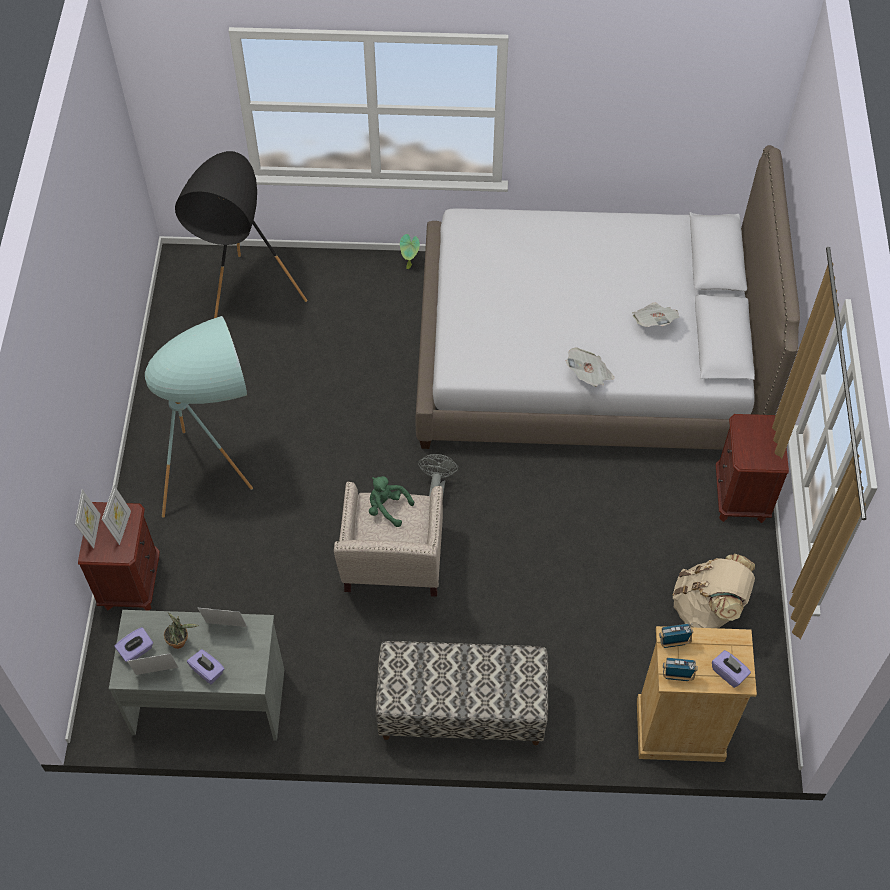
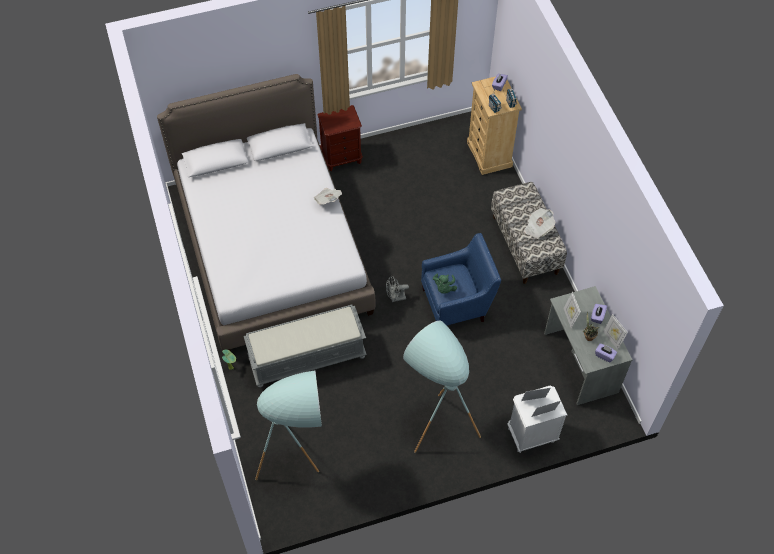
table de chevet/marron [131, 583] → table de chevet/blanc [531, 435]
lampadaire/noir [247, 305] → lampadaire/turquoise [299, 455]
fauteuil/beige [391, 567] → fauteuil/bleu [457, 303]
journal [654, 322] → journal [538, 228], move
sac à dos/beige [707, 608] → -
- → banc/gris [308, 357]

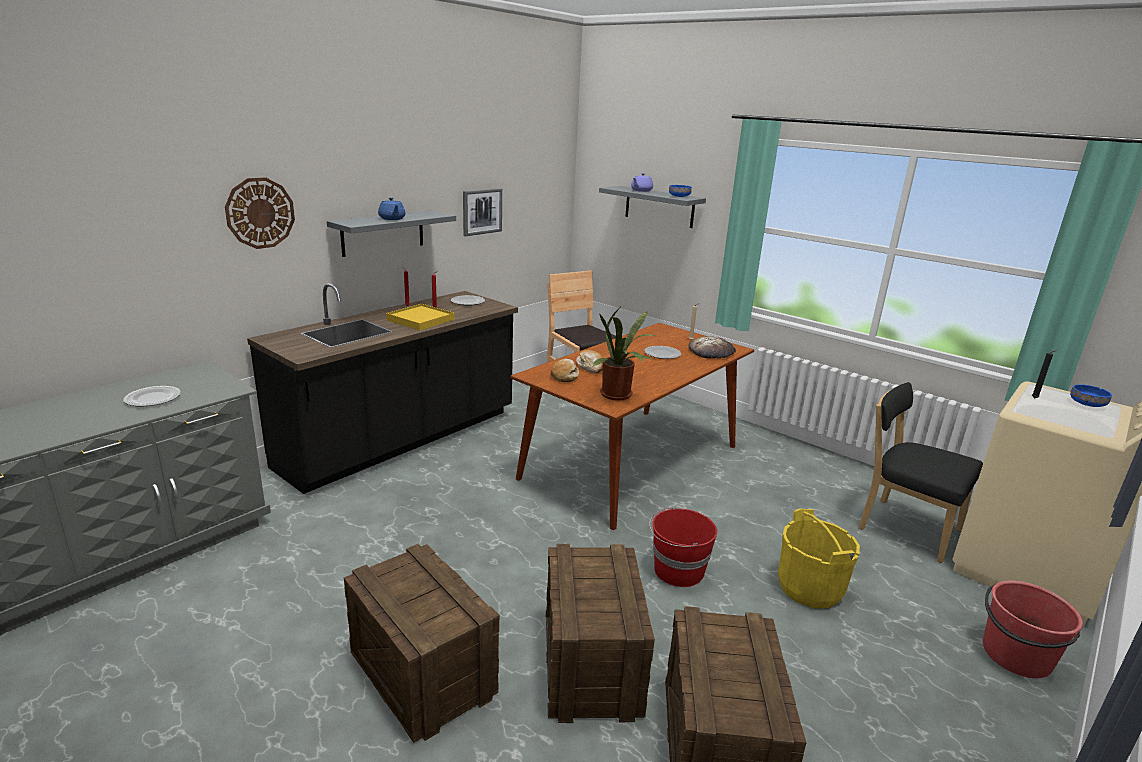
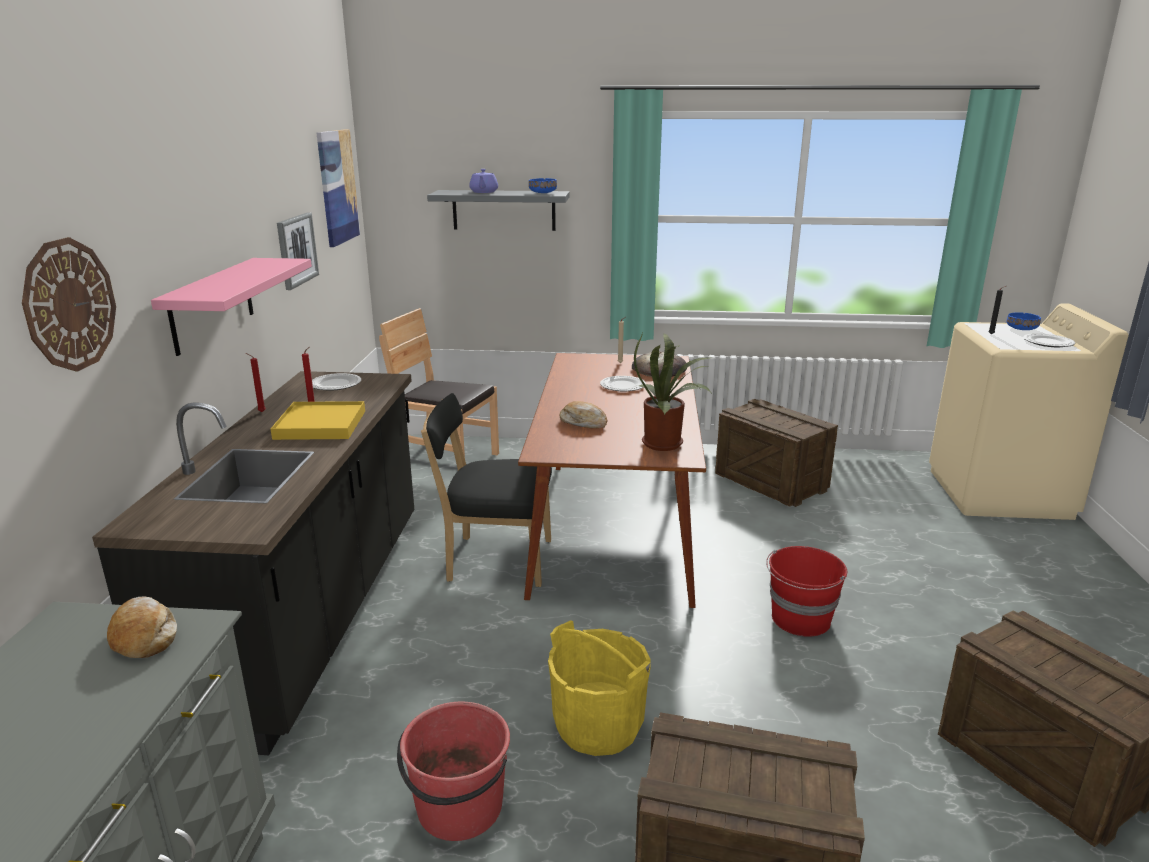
assiette [153, 398] → assiette [1048, 342], move
étagère/gris [383, 233] → étagère/rose [212, 305]
théière/bleu [392, 219] → -
caisse [591, 665] → caisse [771, 482], move
pain [564, 376] → pain [144, 636], move
seau/jaune [810, 588] → seau/jaune [598, 725], move
chaise/noir [904, 527] → chaise/noir [494, 560], move
seau/rouge [1015, 656] → seau/rouge [459, 808], move
- → tableau [337, 187]

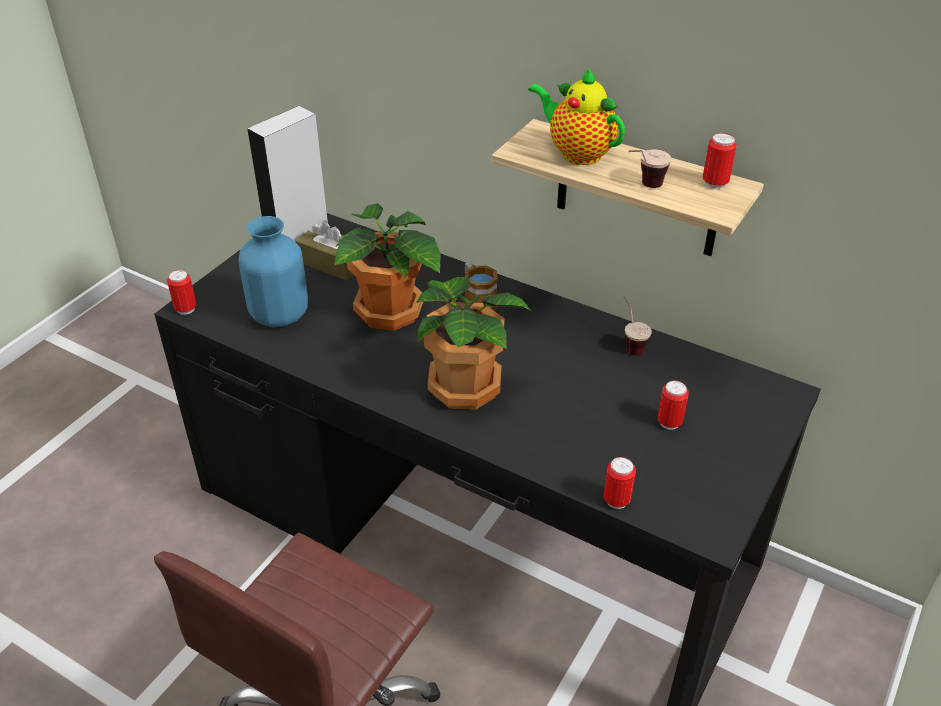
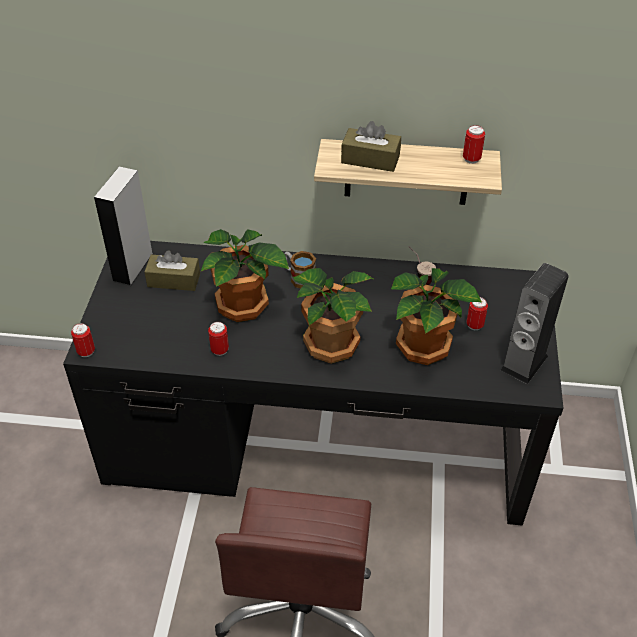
vase/bleu [279, 316] → -
théière [577, 153] → boîte à mouchoirs/marron [370, 159]
boîte métallique [616, 500] → boîte métallique [219, 350], move
tasse [643, 187] → -
- → plante en pot [425, 347]
- → enceinte [524, 363]

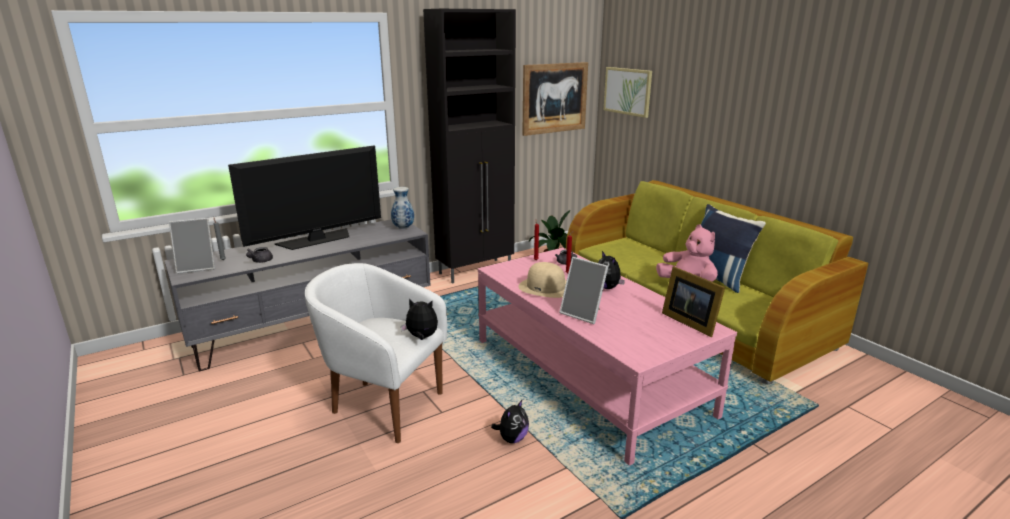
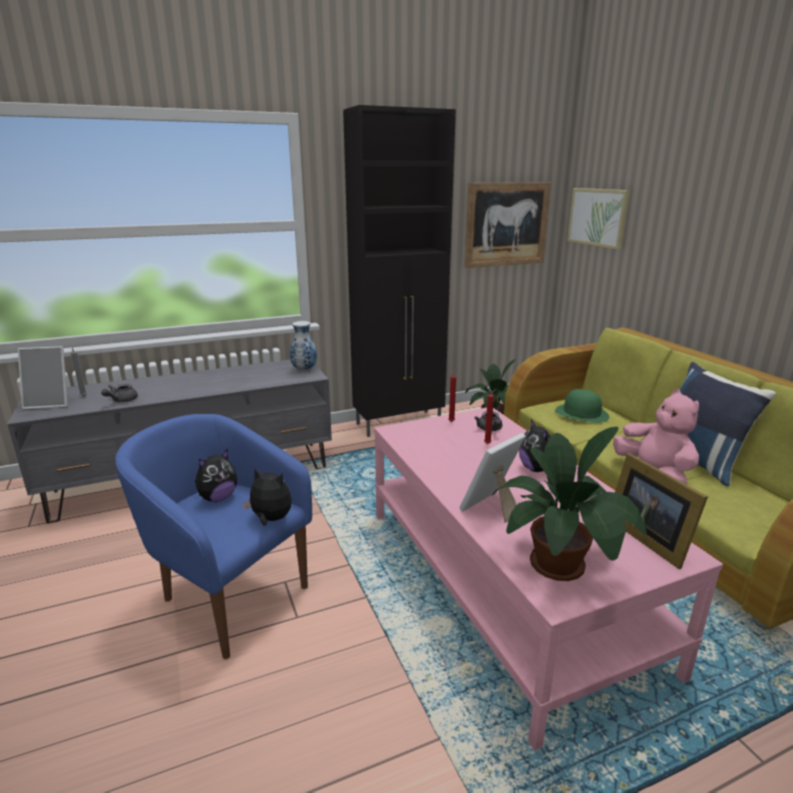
téléviseur [317, 240] → -
fauteuil/blanc [383, 406] → fauteuil/bleu [228, 597]
peluche [512, 438] → peluche [218, 497], move
chapeau/beige [546, 287] → -
cadre photo [583, 314] → cadre photo [492, 508], 90 degrees clockwise
- → plante en pot [562, 564]
- → chapeau/vert [581, 413]

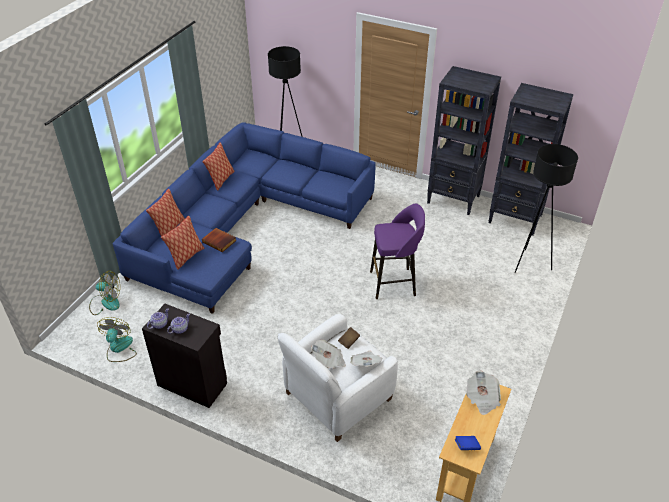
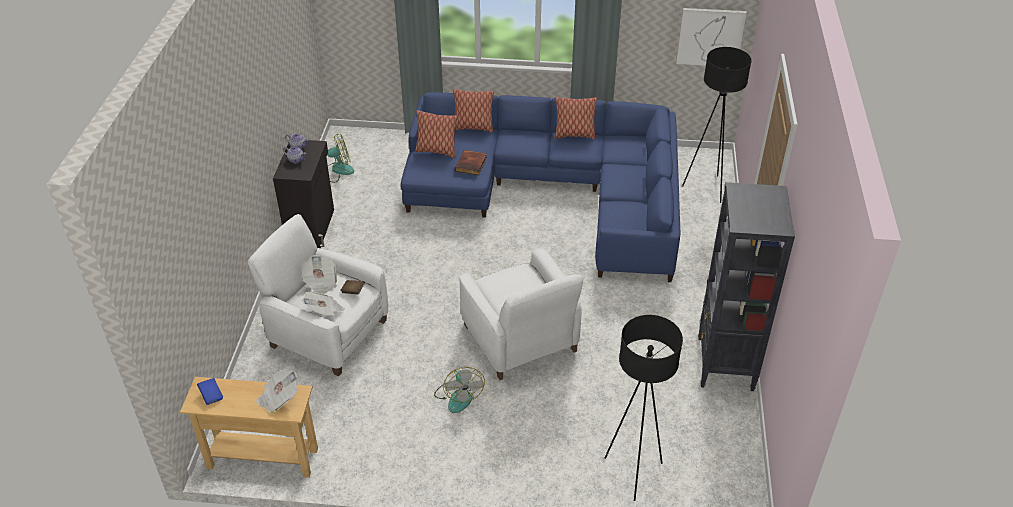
ventilateur [106, 302] → ventilateur [458, 396], move
tabouret/violet [394, 283] → fauteuil/blanc [520, 339]
bibliothèque/noir [515, 219] → -
- → tableau [710, 37]

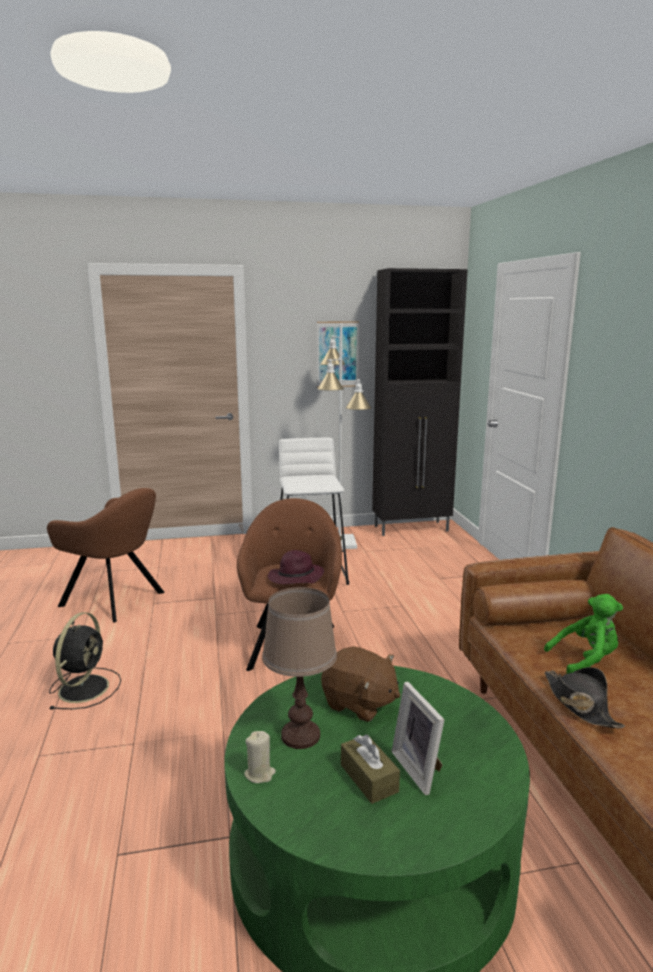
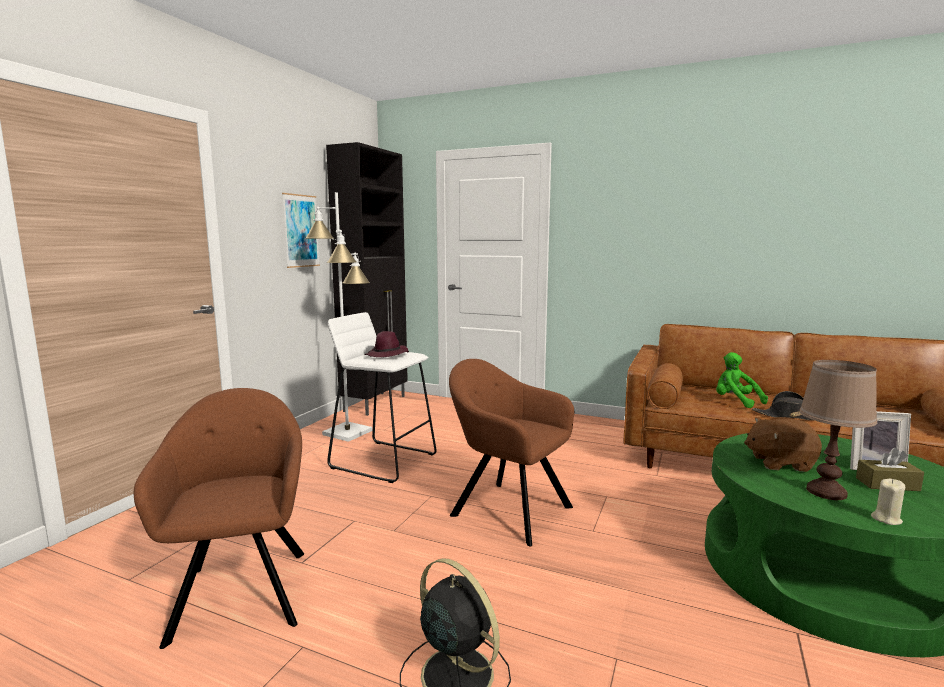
fauteuil/marron [115, 600] → fauteuil/marron [242, 589], 75 degrees counterclockwise
chapeau/violet [295, 578] → chapeau/violet [387, 355], move
peluche/marron [359, 703] → peluche/marron [779, 463], 150 degrees counterclockwise
peluche/vert [585, 661] → peluche/vert [735, 401], 60 degrees counterclockwise

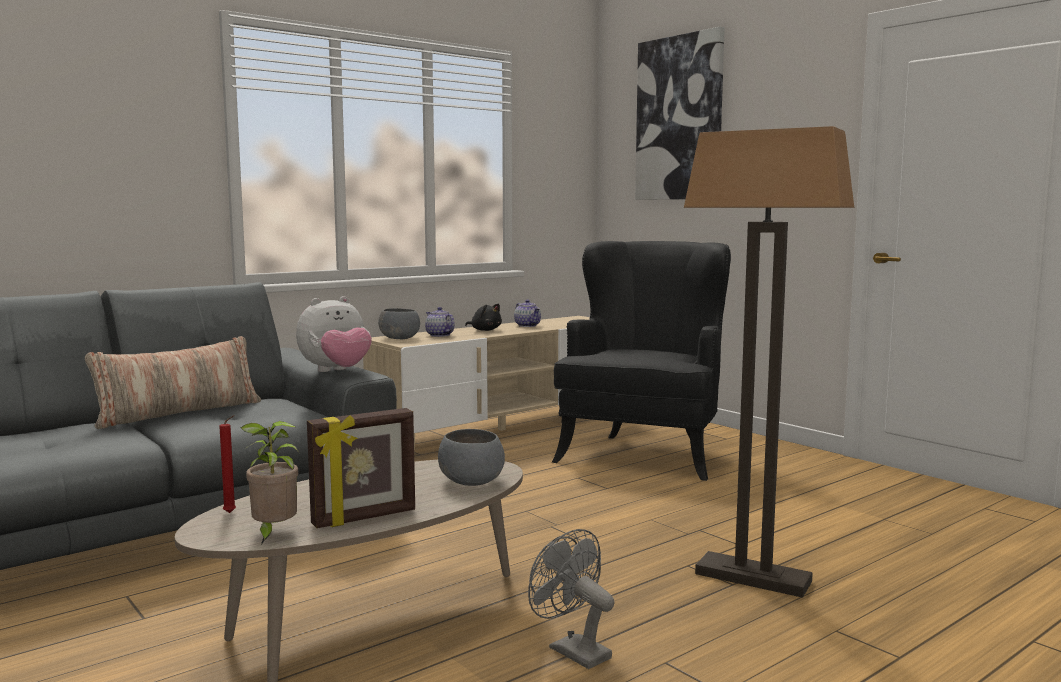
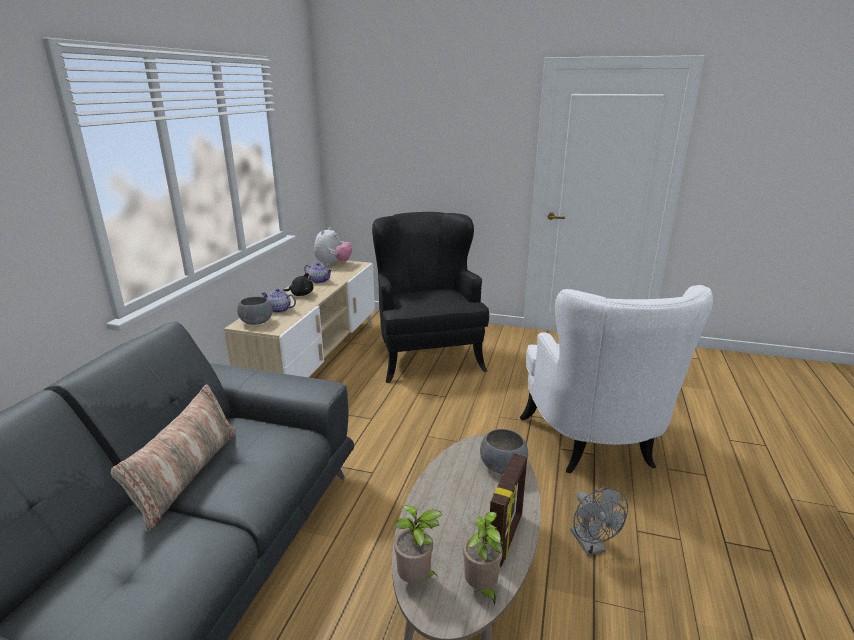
bougie/rouge [231, 513] → plante en pot [416, 580]
peluche [336, 371] → peluche [333, 264], move
ventilateur/gris [572, 650] → ventilateur/gris [591, 546], 120 degrees counterclockwise
tableau [679, 118] → -
lampadaire [751, 578] → fauteuil/blanc [596, 445]

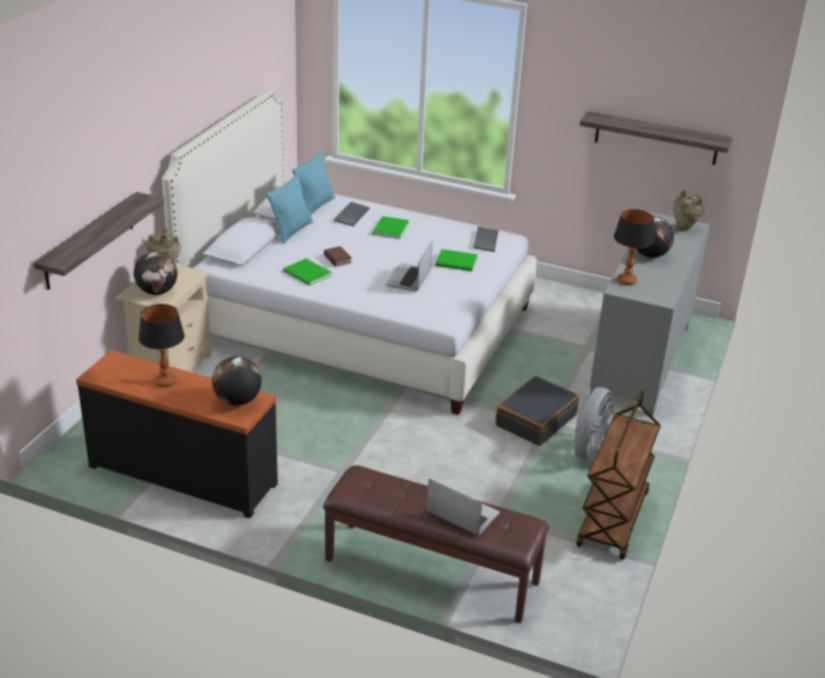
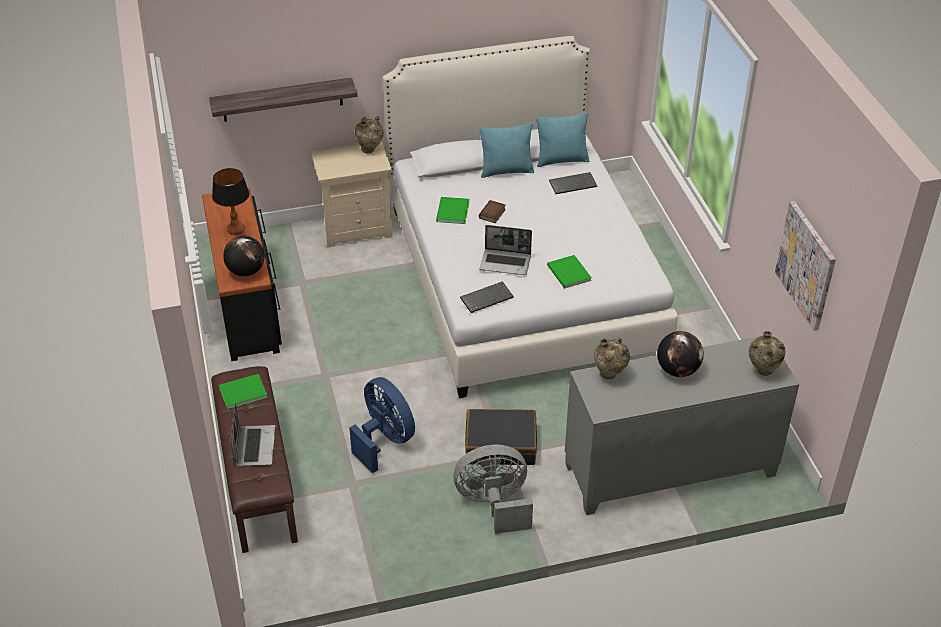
globe [157, 292] → -
livre/vert [389, 229] → livre/vert [241, 392], move
ordinateur portable [409, 279] → ordinateur portable [506, 263], 150 degrees counterclockwise
clavier [485, 240] → clavier [487, 297], move
chariot/marron [613, 520] → -
étagère [656, 138] → tableau [806, 265]
lampe de table [626, 281] → vase/beige [609, 375]
- → ventilateur/bleu [384, 440]

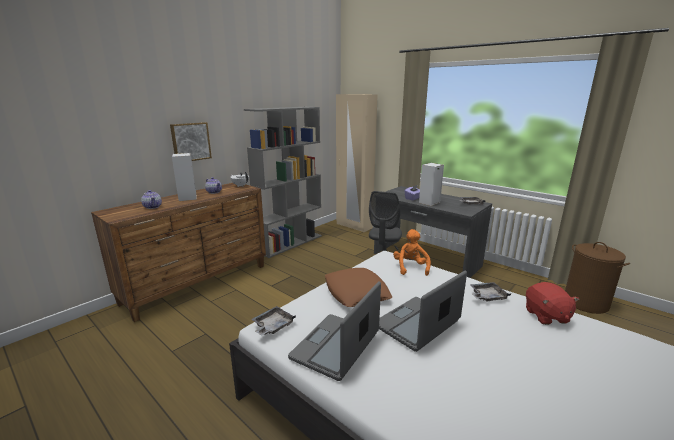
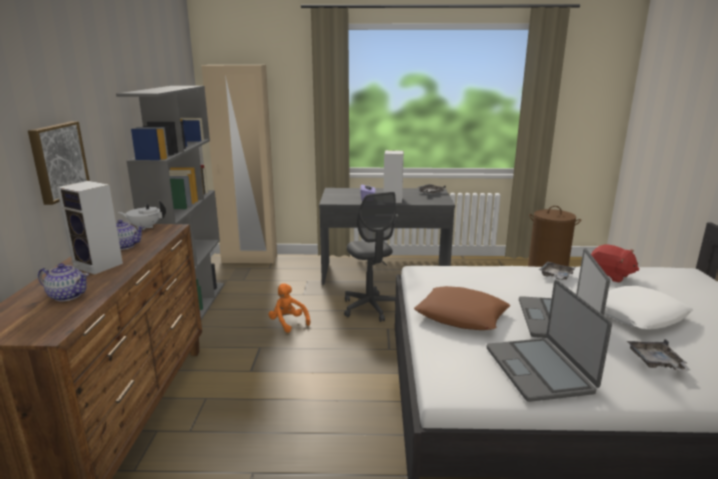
plateau/gris [272, 326] → plateau/gris [655, 362], move
peluche/orange [410, 267] → peluche/orange [288, 323], move
- → coussin/blanc [638, 315]

